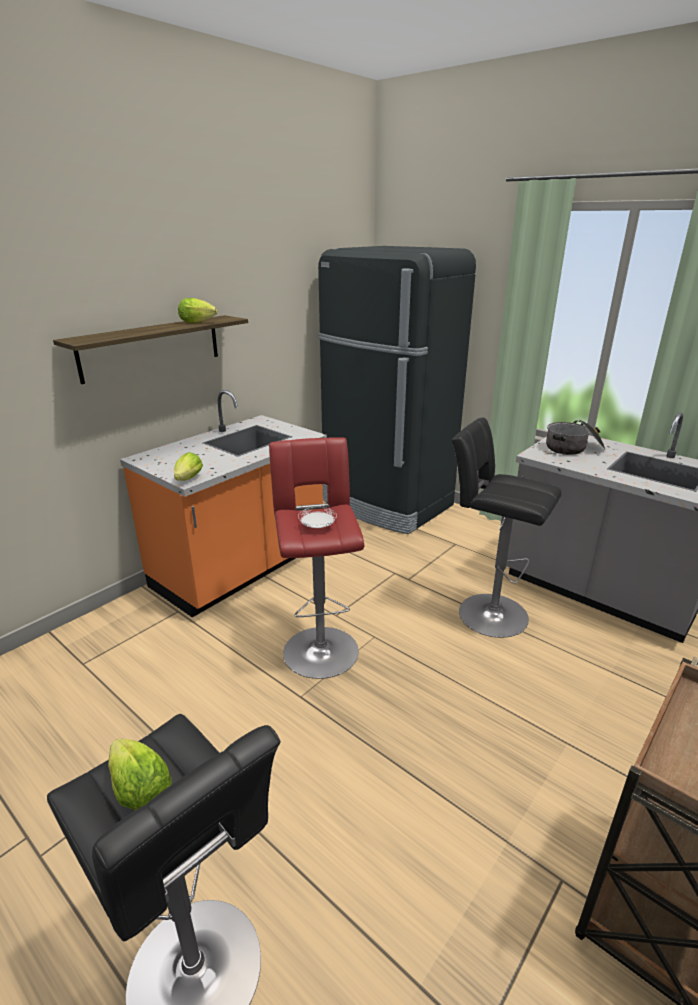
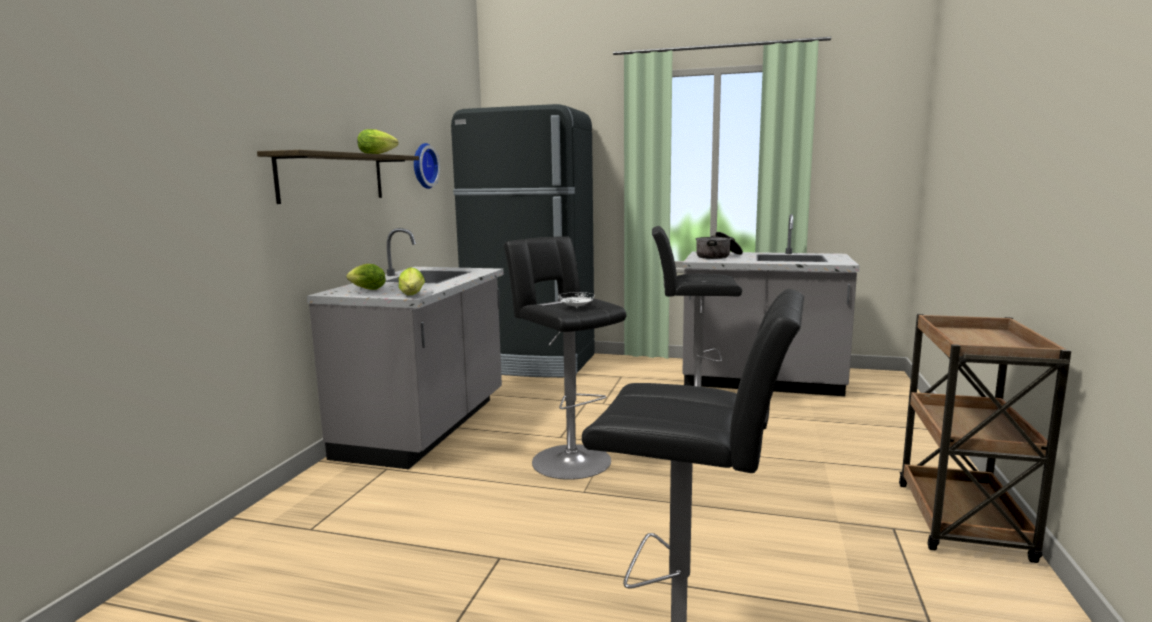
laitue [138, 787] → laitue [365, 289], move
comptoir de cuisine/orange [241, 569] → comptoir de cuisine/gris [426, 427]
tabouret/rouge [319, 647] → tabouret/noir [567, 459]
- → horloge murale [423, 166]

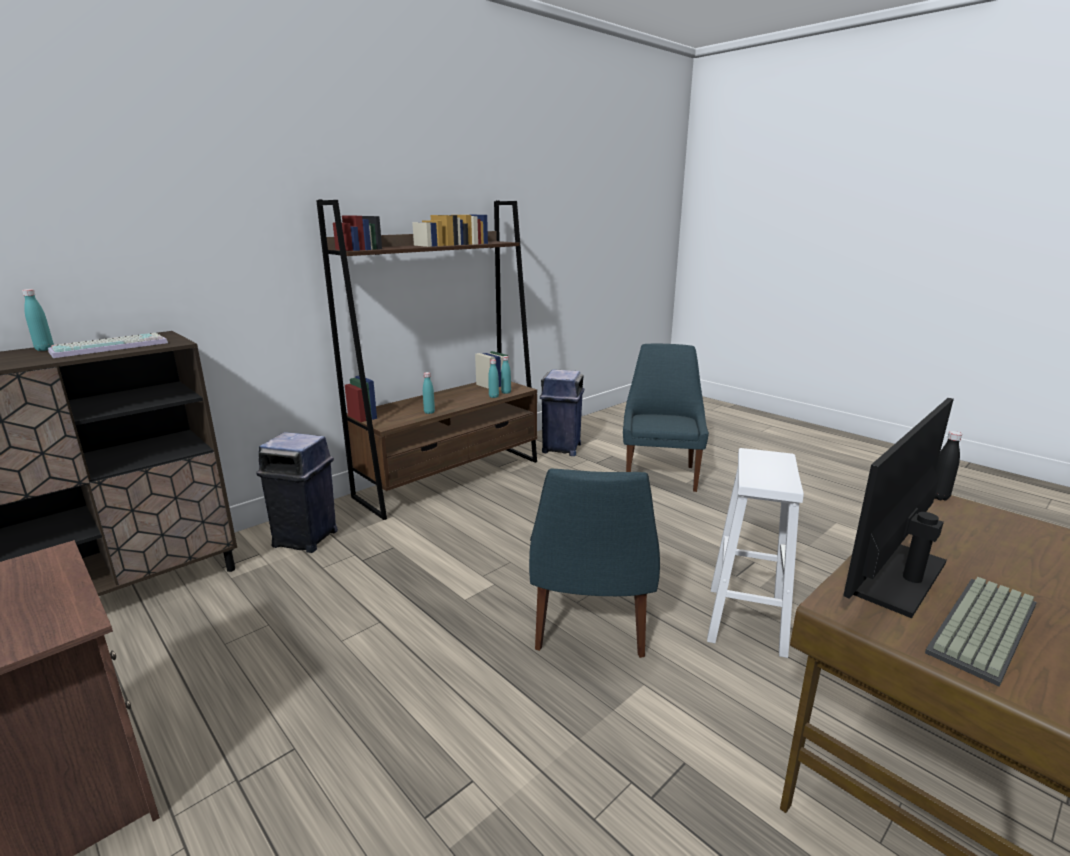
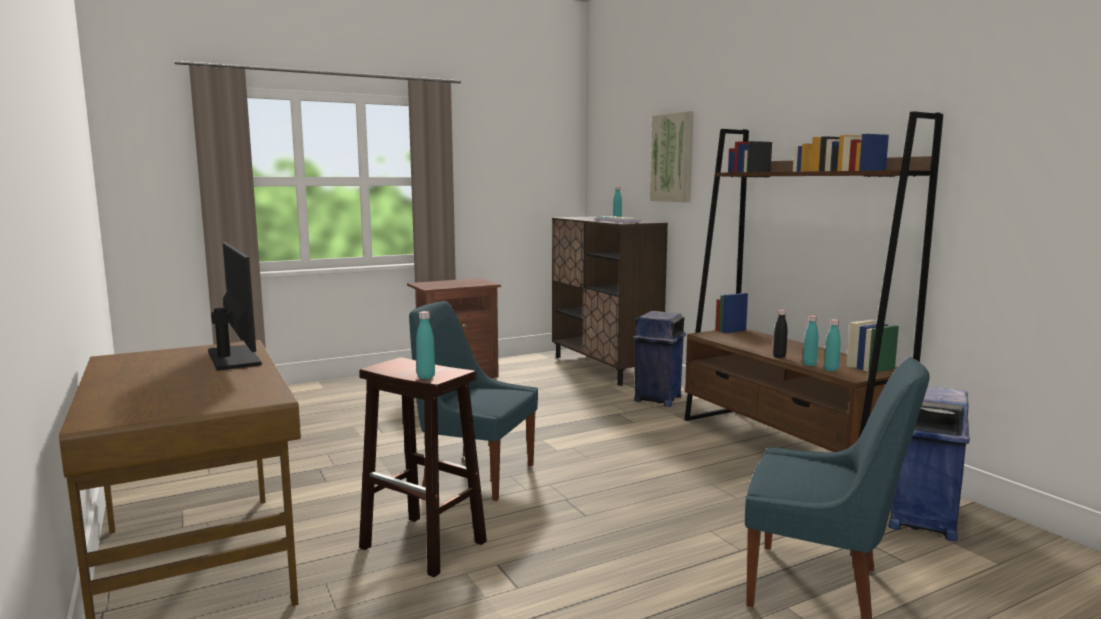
bouteille/turquoise [429, 412] → bouteille/turquoise [426, 377], move
tabouret/blanc [745, 619] → tabouret/marron [425, 545]
clavier [986, 630] → -
bouteille/noir [938, 497] → bouteille/noir [779, 356], move
- → tableau [672, 158]

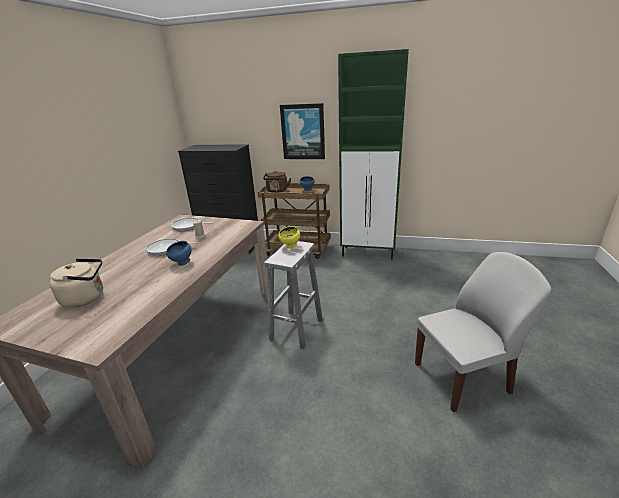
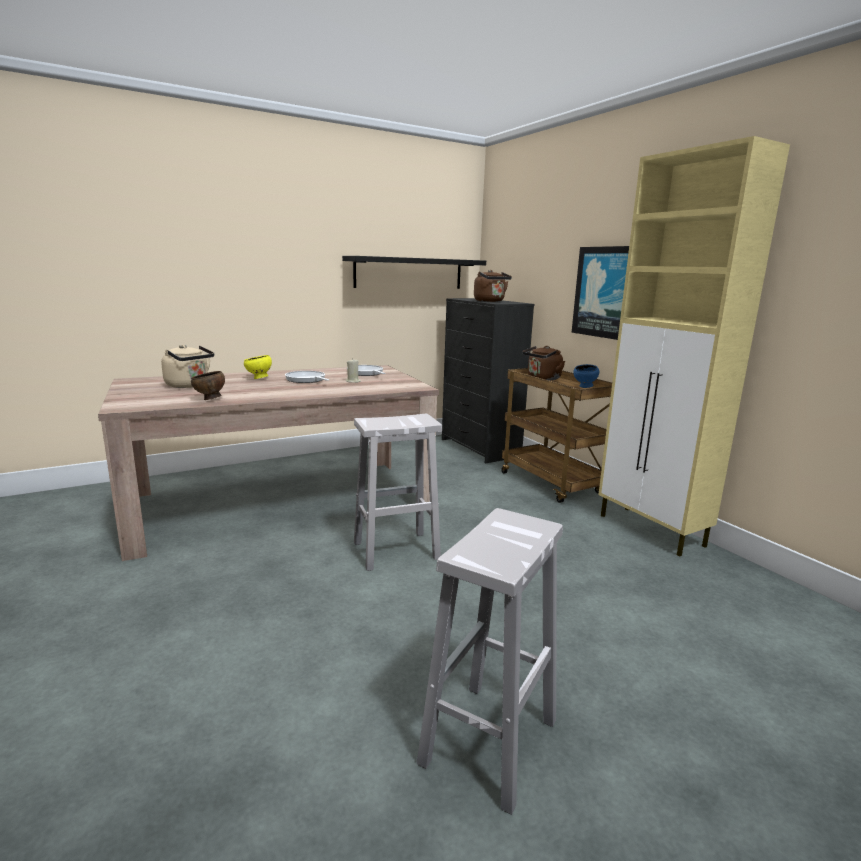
bol/bleu [182, 263] → -
bol/jaune [290, 247] → bol/jaune [259, 378], move
meuble de rangement/vert [368, 253] → meuble de rangement/beige [651, 531]
chaise/blanc [463, 377] → tabouret/blanc [489, 743]
- → bol/marron [210, 399]
- → étagère/noir [409, 273]
- → bouilloire/marron [490, 301]

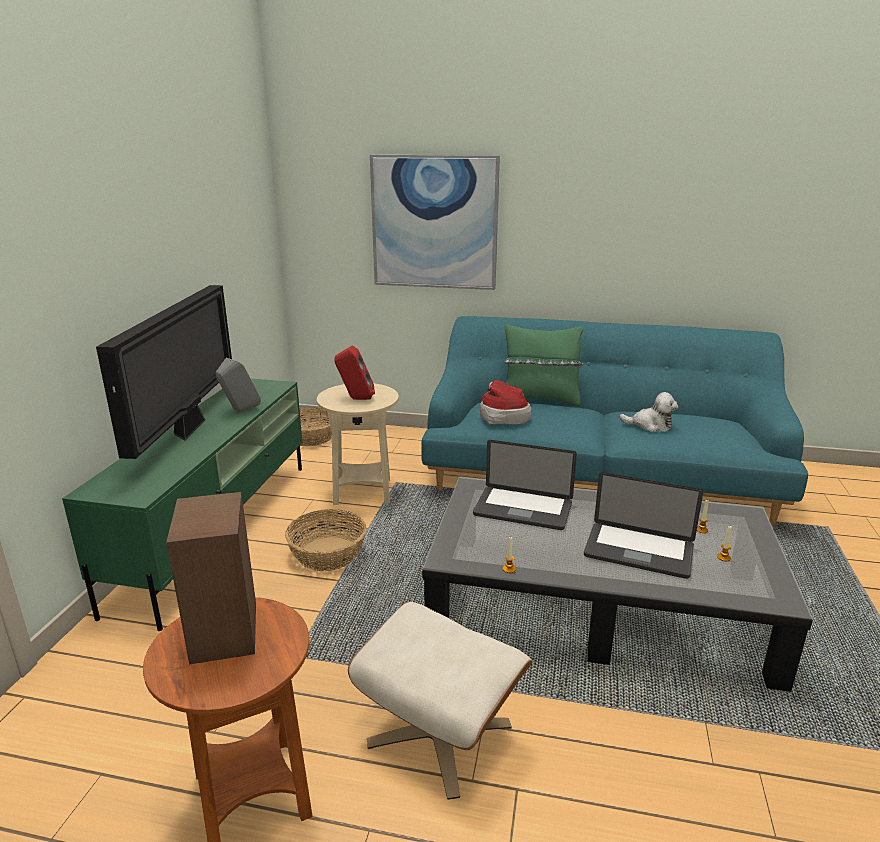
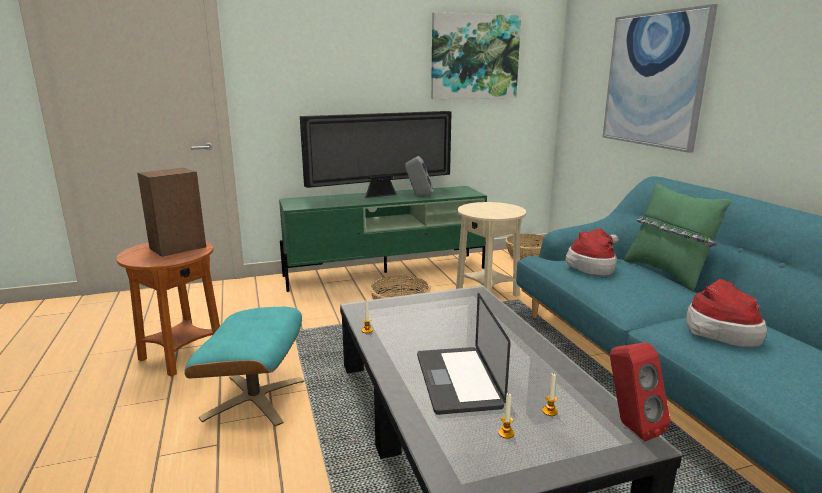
enceinte/rouge [355, 399] → enceinte/rouge [630, 426], move
pouf/beige [440, 733] → pouf/turquoise [255, 399]
ordinateur portable [523, 509] → -
peluche [650, 425] → chapeau [721, 329]
- → tableau [474, 57]

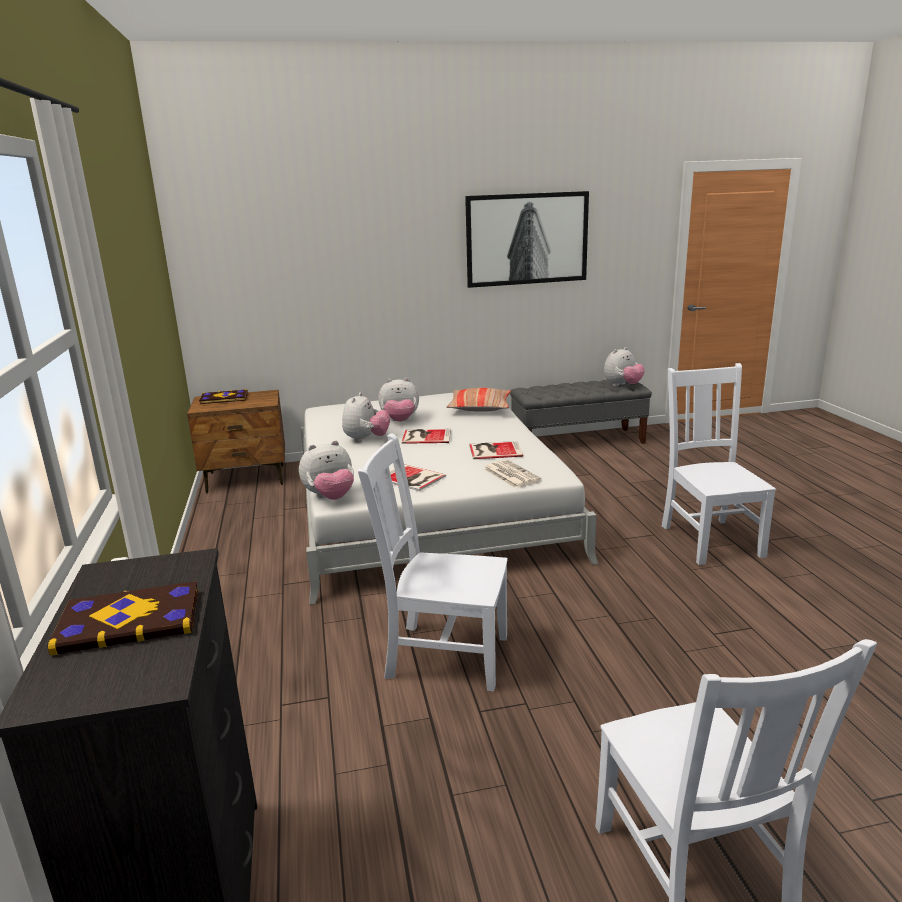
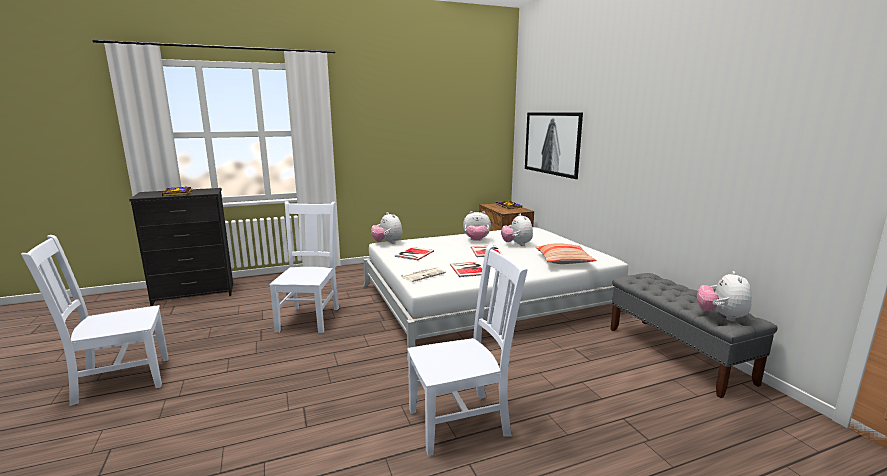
tableau [527, 239] → tableau [552, 143], move
peluche [622, 385] → peluche [721, 316], 60 degrees clockwise

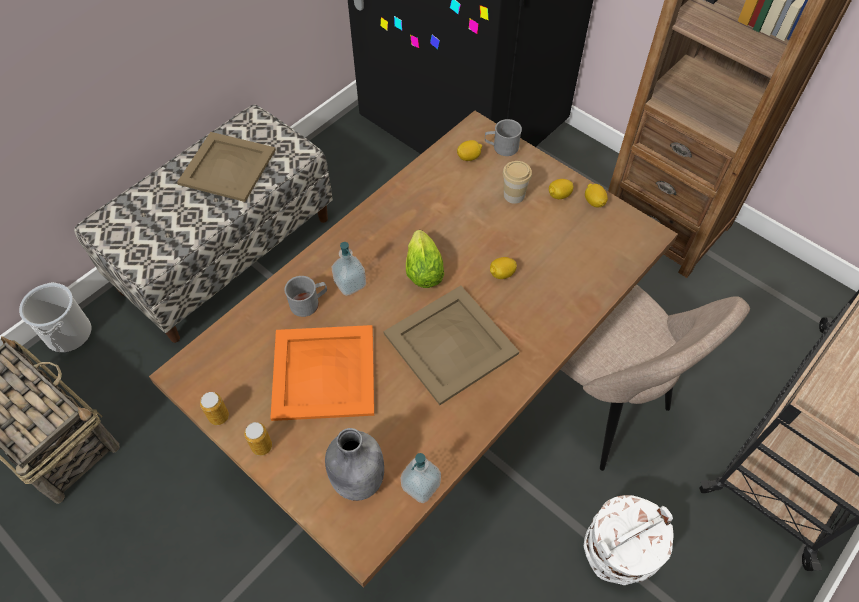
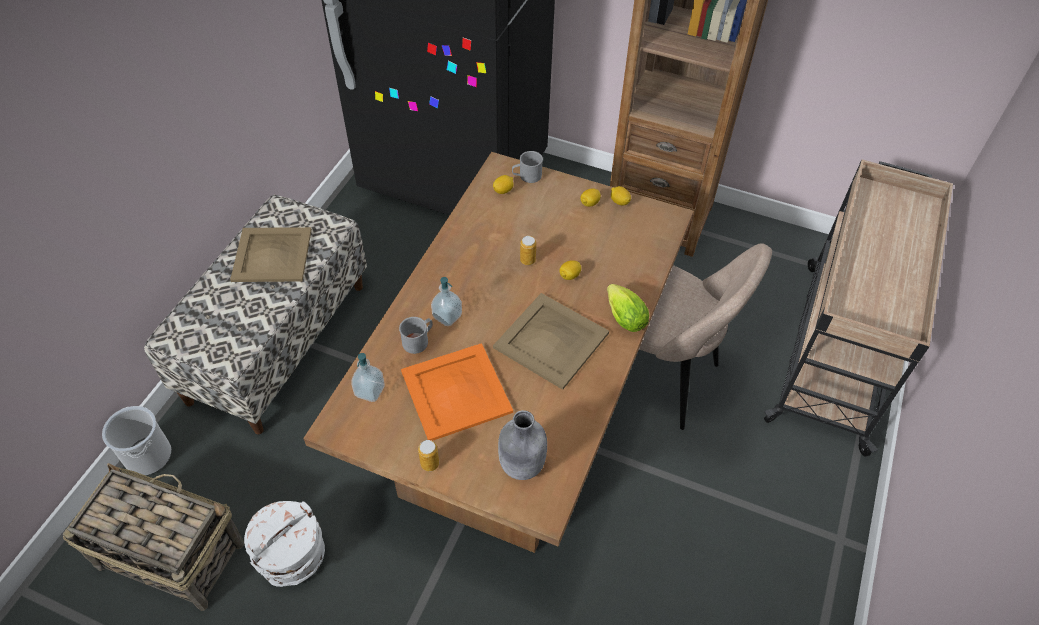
boîte métallique [219, 416] → boîte métallique [527, 260], move
distributeur de savon [421, 485] → distributeur de savon [369, 391], move
laitue [423, 268] → laitue [623, 316], move
tasse [514, 195] → -
seau/blanc [619, 552] → seau/blanc [293, 558], move

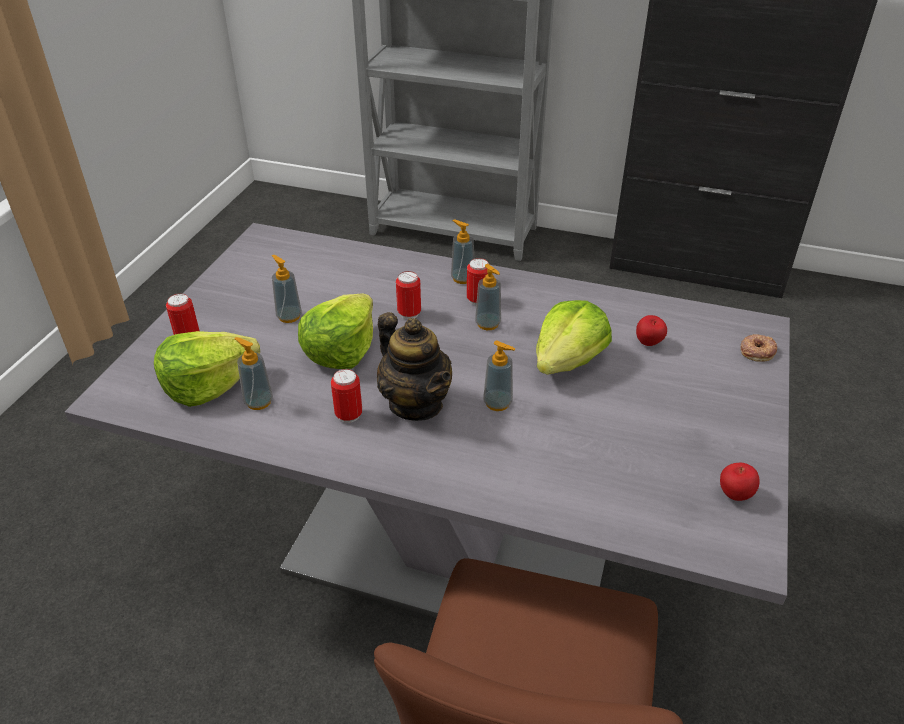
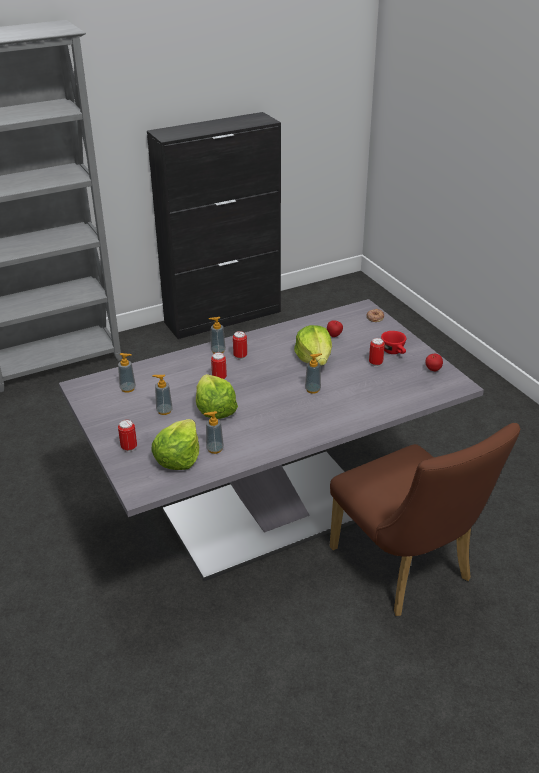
boîte métallique [349, 415] → boîte métallique [375, 363], move
théière [416, 403] → -
distributeur de savon [488, 324] → distributeur de savon [128, 388], move
- → tasse/rouge [394, 352]

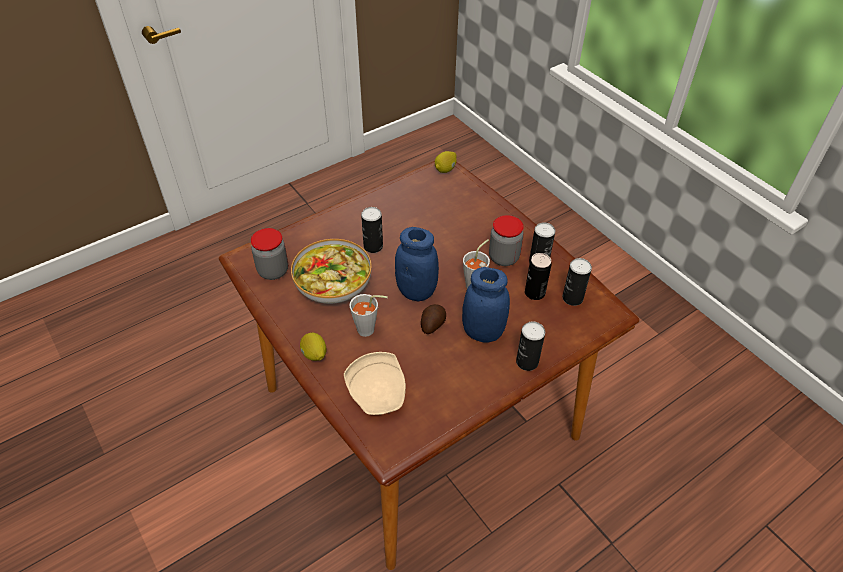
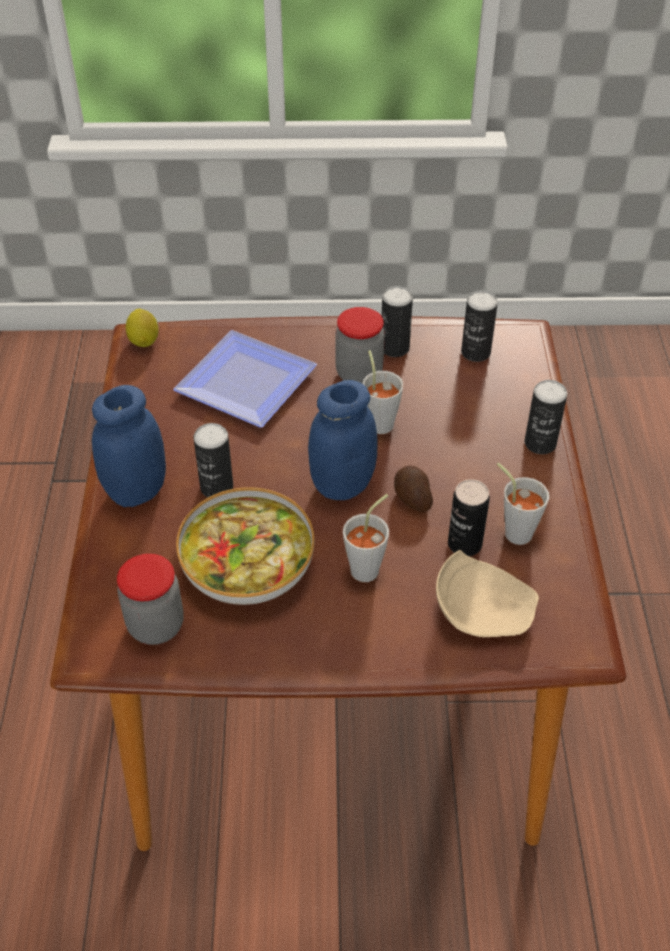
citron [314, 355] → -
bocal/bleu [482, 332] → bocal/bleu [137, 491], move
boîte métallique [534, 293] → boîte métallique [464, 544], move
- → assiette [251, 382]
- → tasse/gris [514, 529]

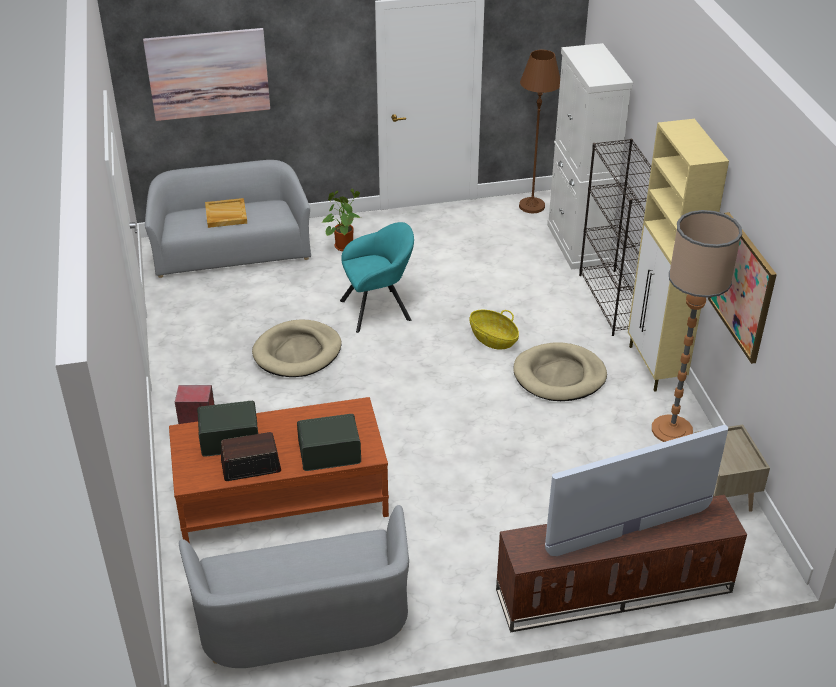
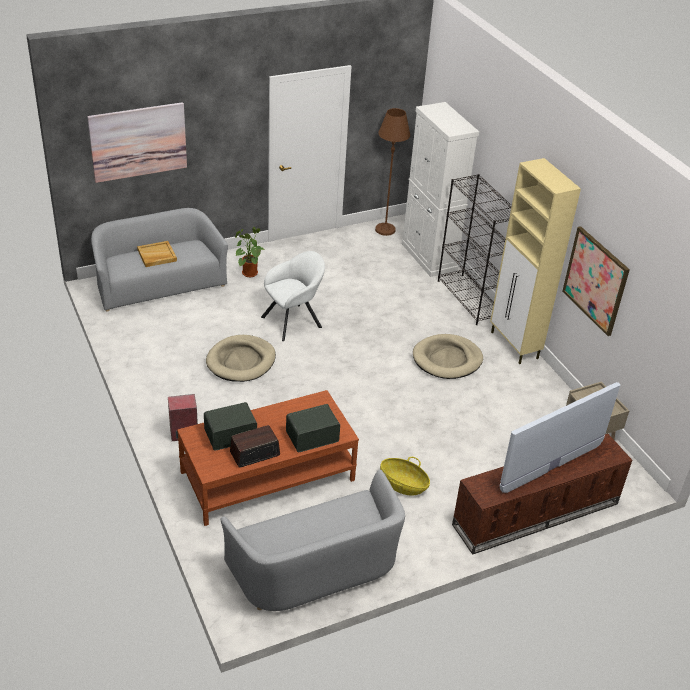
fauteuil/turquoise [379, 309] → fauteuil/blanc [294, 321]
panier [493, 339] → panier [403, 485], move
lampadaire [672, 430] → -

